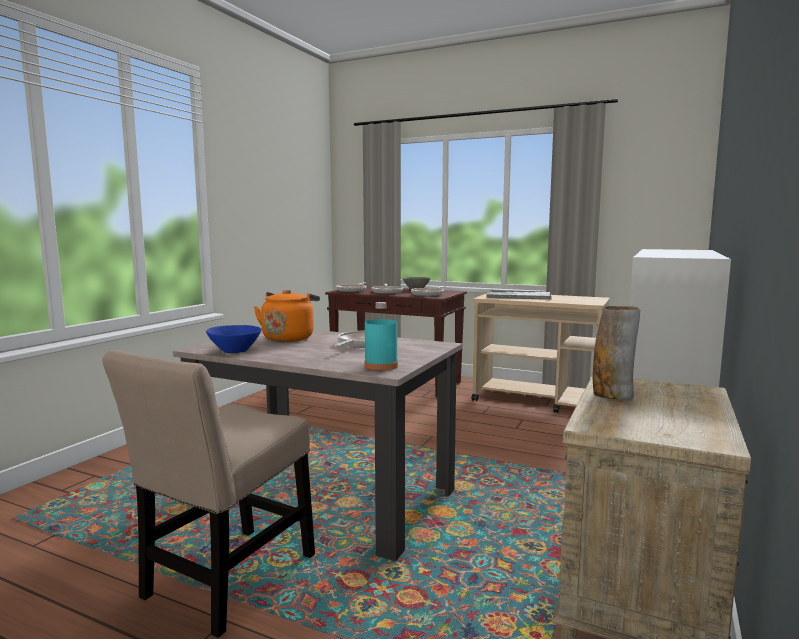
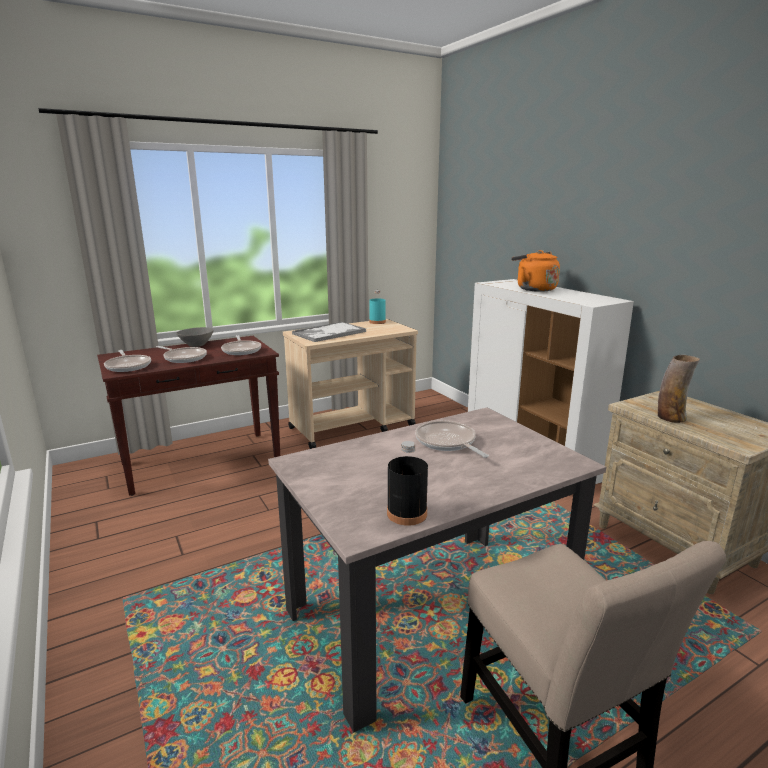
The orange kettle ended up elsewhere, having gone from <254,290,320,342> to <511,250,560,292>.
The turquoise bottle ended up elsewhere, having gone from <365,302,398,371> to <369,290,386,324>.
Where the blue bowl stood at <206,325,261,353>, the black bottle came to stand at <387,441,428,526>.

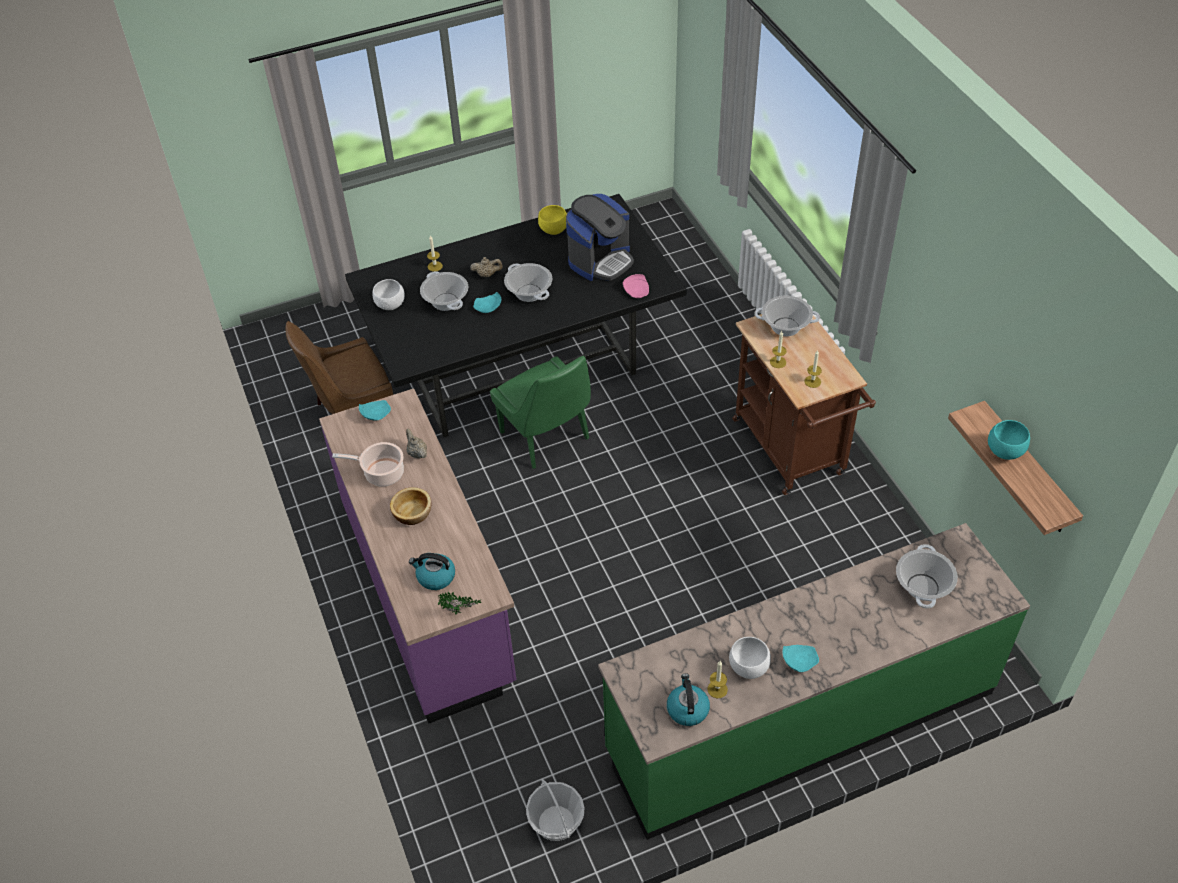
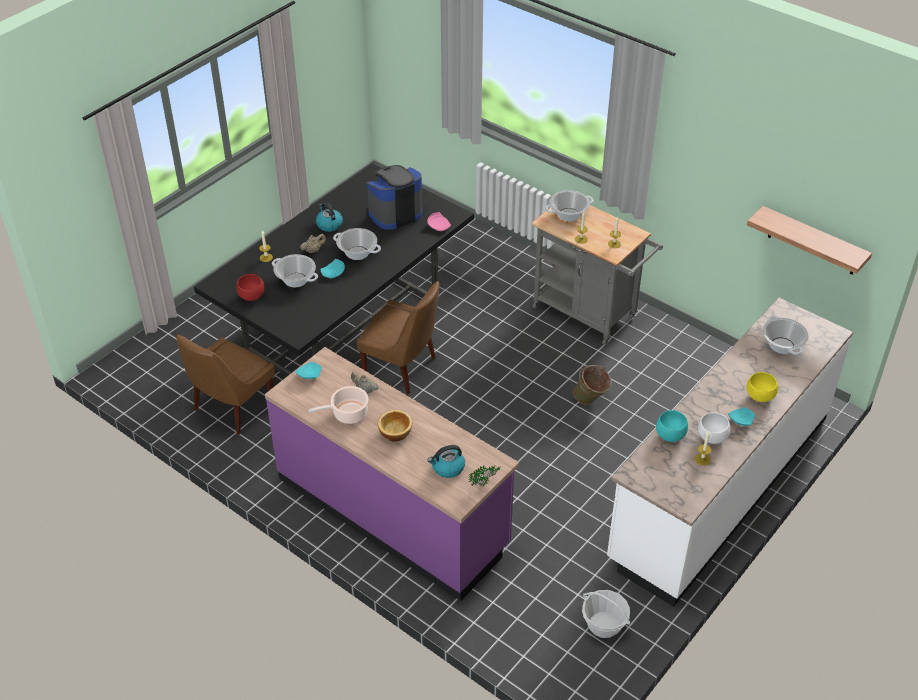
The coffee machine at <566,194,634,281> ended up facing another way, 135 degrees counterclockwise from before.
The yellow bowl ended up elsewhere, having gone from <538,205,567,235> to <746,372,778,402>.
What was the white bowl at <372,279,405,310> turned into the red bowl at <236,274,265,301>.
What was the brown cart at <733,314,876,495> turned into the grey cart at <532,205,663,345>.
What was the green chair at <490,356,591,469> turned into the brown chair at <357,281,440,394>.
The turquoise bowl ended up elsewhere, having gone from <988,420,1030,460> to <656,410,688,442>.
What was the green counter at <598,523,1030,840> turned into the white counter at <607,298,853,607>.
The kettle ended up elsewhere, having gone from <667,673,710,726> to <316,203,343,232>.
The second view gained the green bucket at <574,365,612,405>.

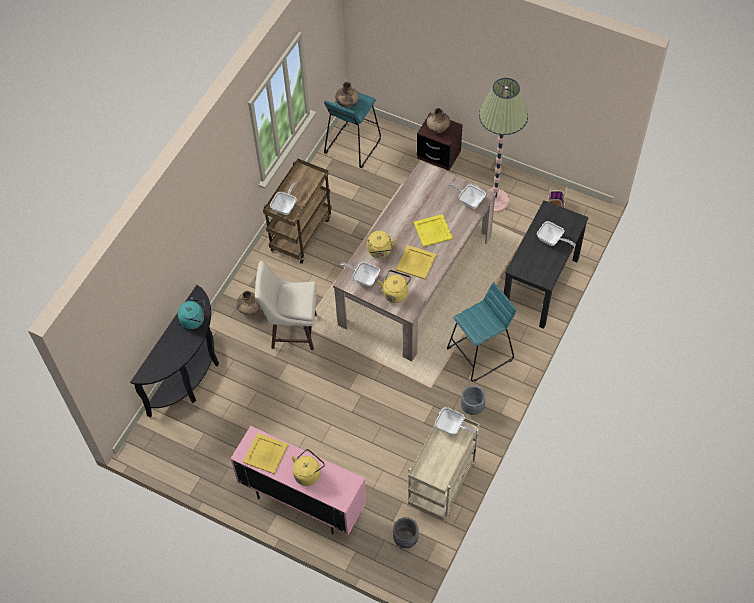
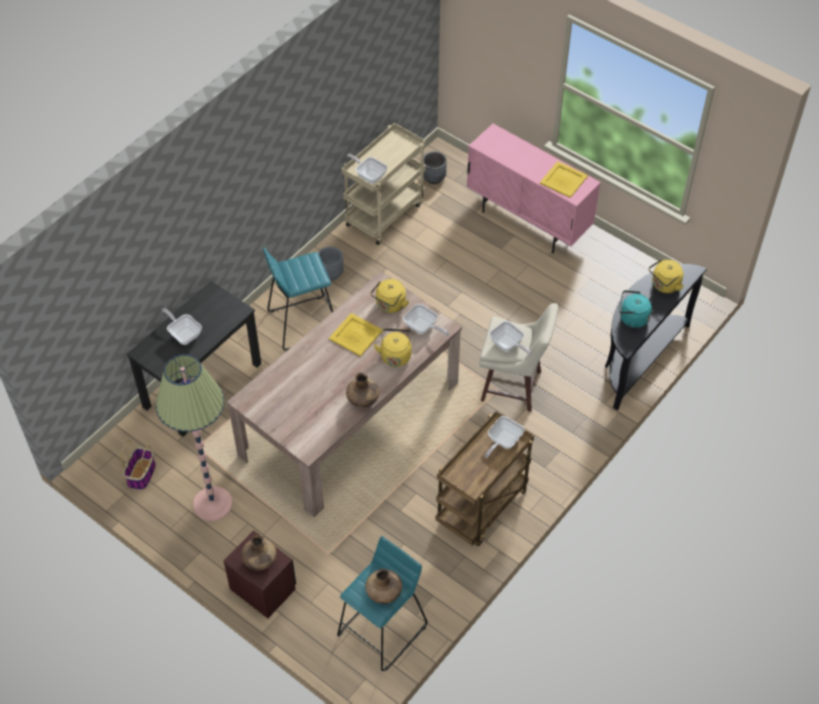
The frying pan ended up elsewhere, having gone from <449,182,486,209> to <489,321,531,356>.
The second view lost the yellow tray at <414,214,453,247>.
The brown vase ended up elsewhere, having gone from <236,291,260,315> to <346,372,379,408>.
The yellow kettle ended up elsewhere, having gone from <292,449,325,486> to <649,259,684,293>.

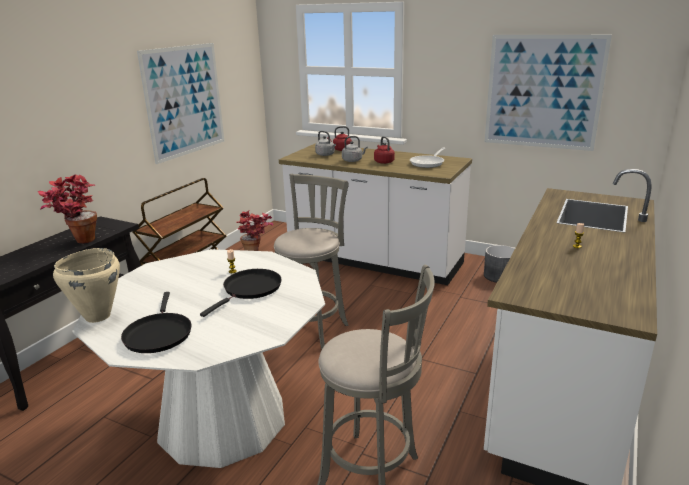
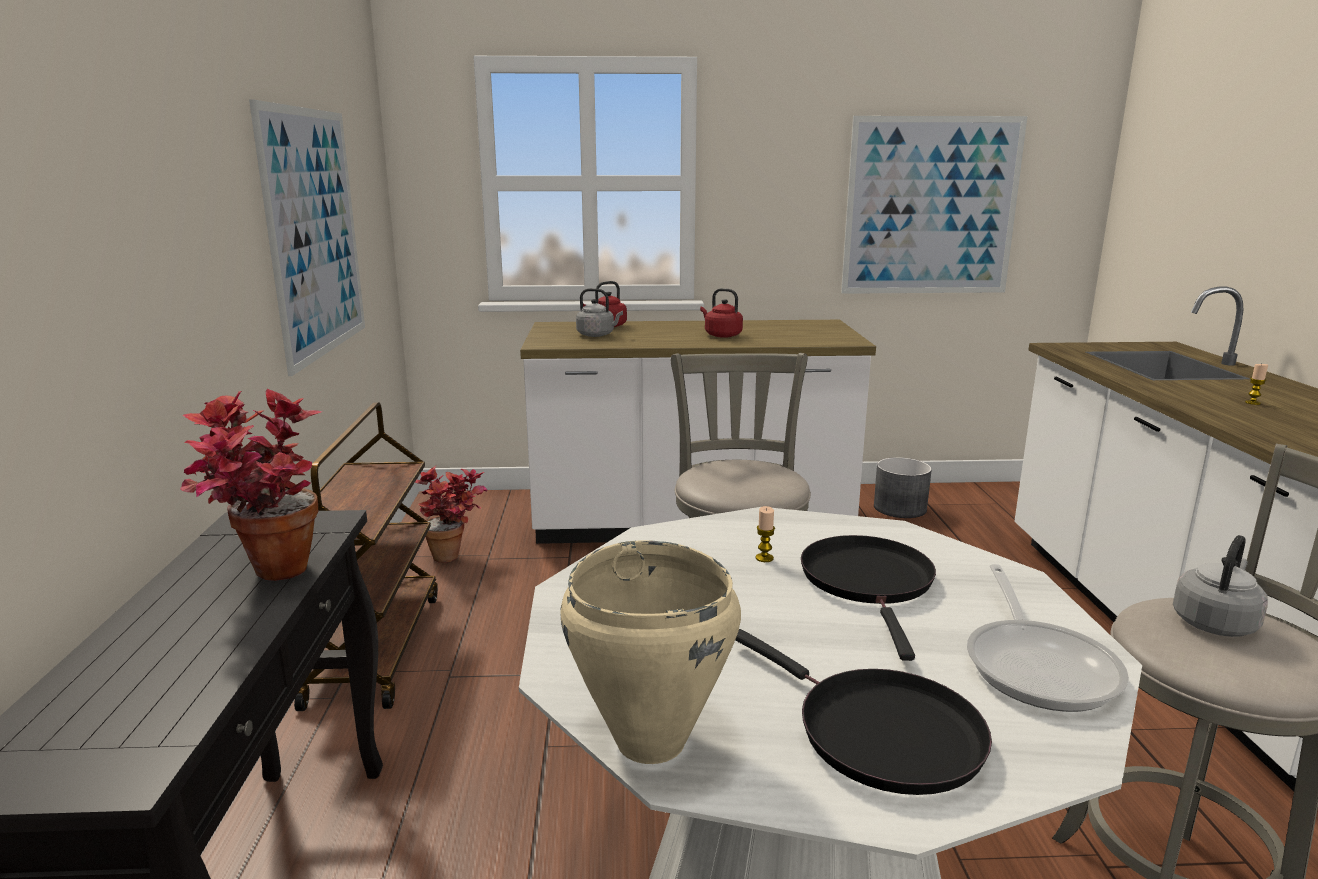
The grey kettle ended up elsewhere, having gone from <342,136,368,162> to <1173,535,1268,637>.
The frying pan ended up elsewhere, having gone from <410,147,445,168> to <967,564,1129,712>.

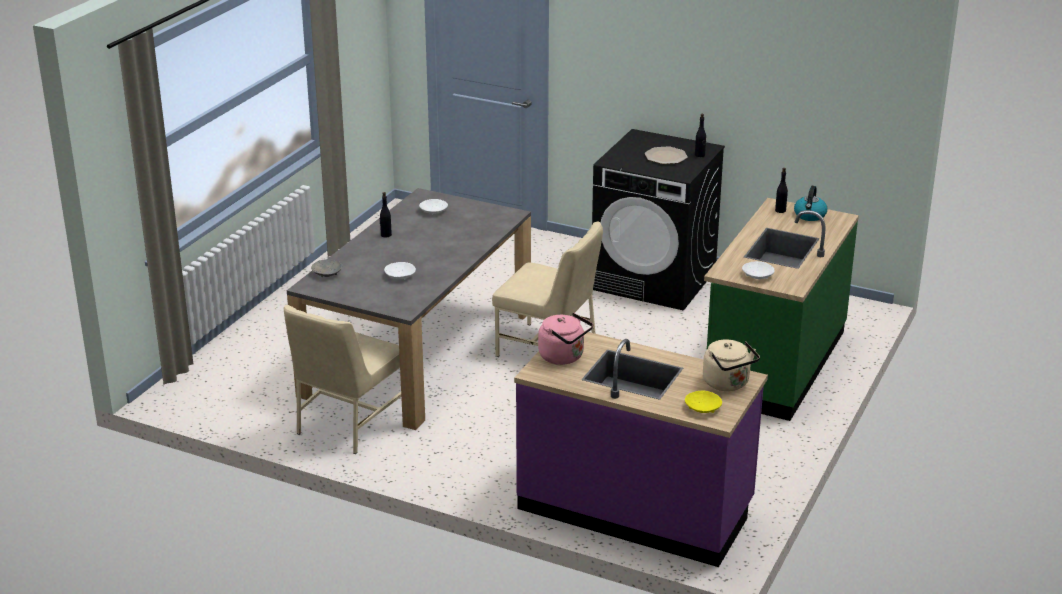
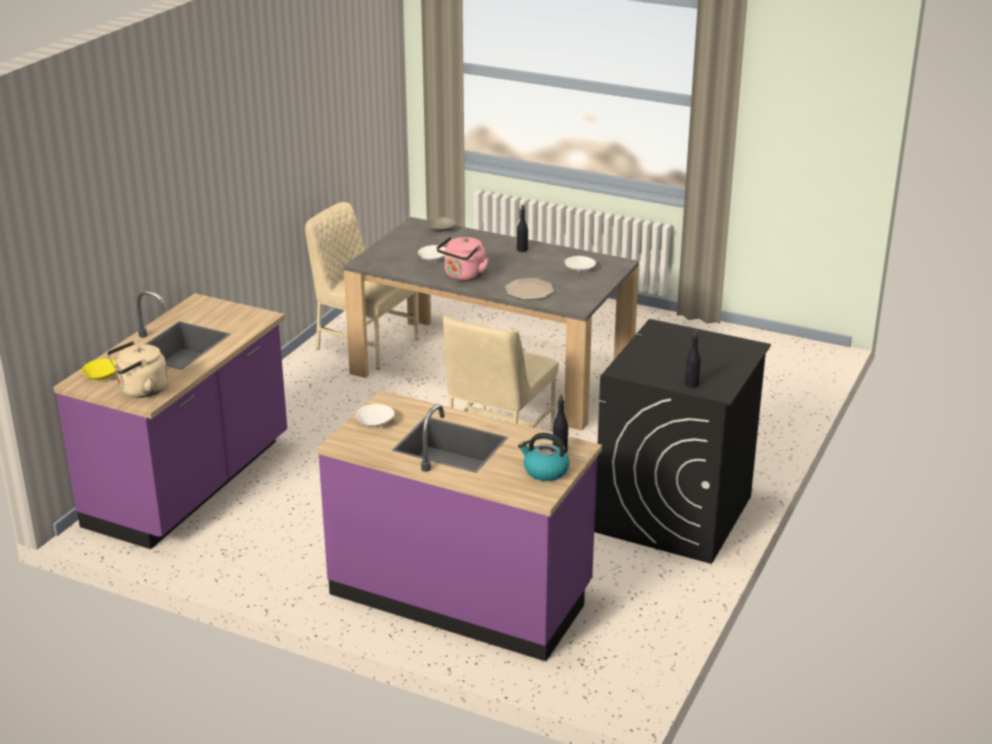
The plate ended up elsewhere, having gone from <644,146,688,164> to <505,278,554,300>.
What was the green counter at <704,198,859,421> turned into the purple counter at <316,390,602,661>.
The pink kettle ended up elsewhere, having gone from <538,313,593,365> to <437,236,489,281>.

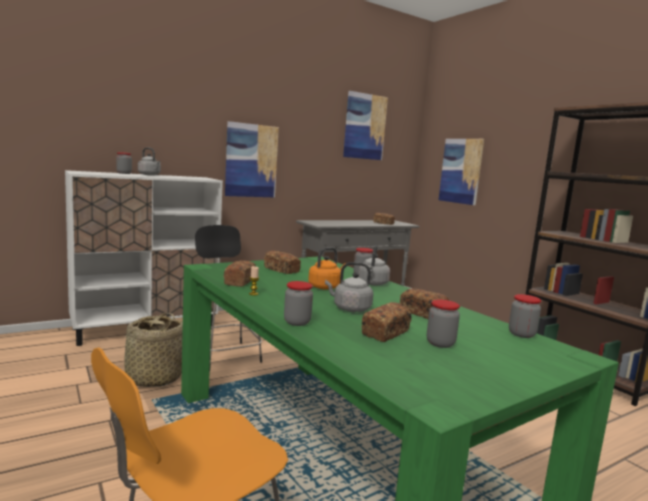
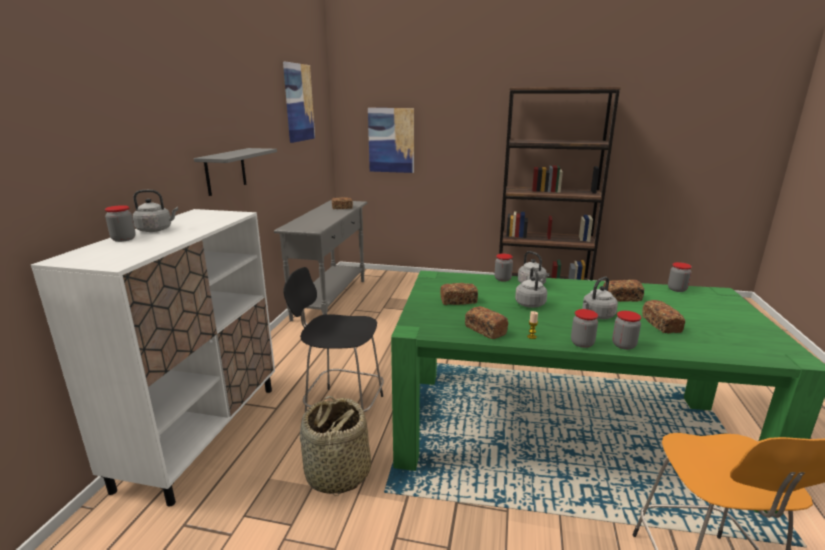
Where the picture hung at <225,121,279,197>, the grey shelf came to hang at <194,148,277,196>.
What was the orange kettle at <308,247,346,290> turned into the grey kettle at <515,267,547,308>.
The jar ended up elsewhere, having gone from <427,299,460,348> to <571,309,598,348>.

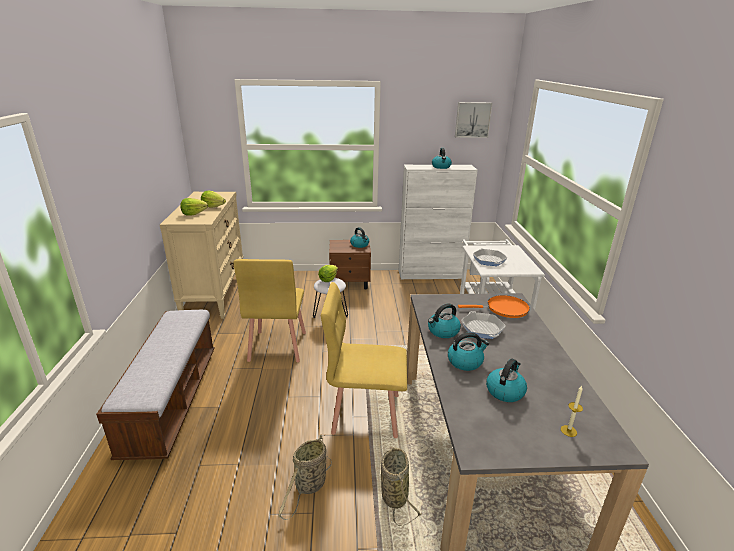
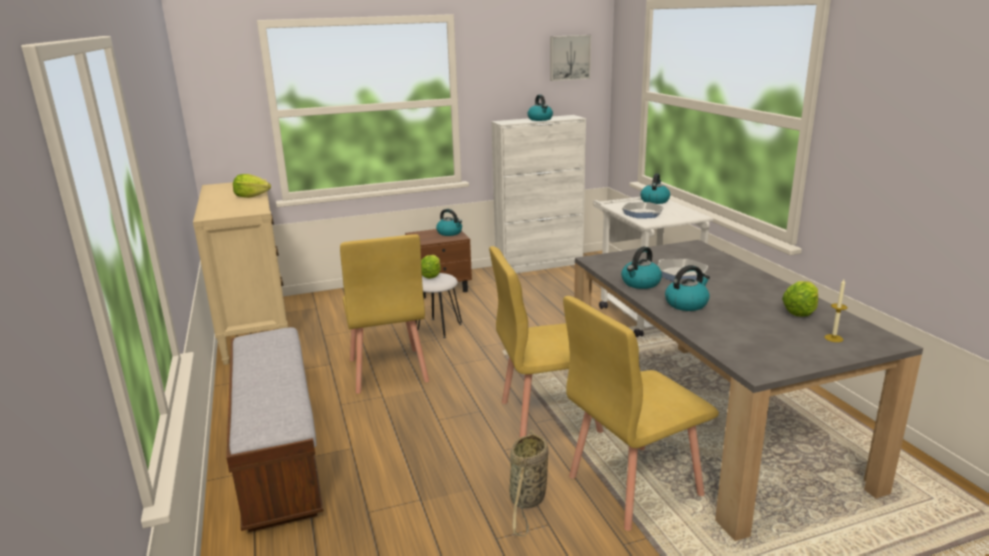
The lettuce ended up elsewhere, having gone from <180,198,208,216> to <782,281,818,317>.
The second view lost the orange frying pan at <458,295,530,318>.
The kettle ended up elsewhere, having gone from <486,358,527,402> to <640,173,670,204>.
Where the basket stood at <381,447,422,526>, the yellow chair came to stand at <563,296,719,531>.

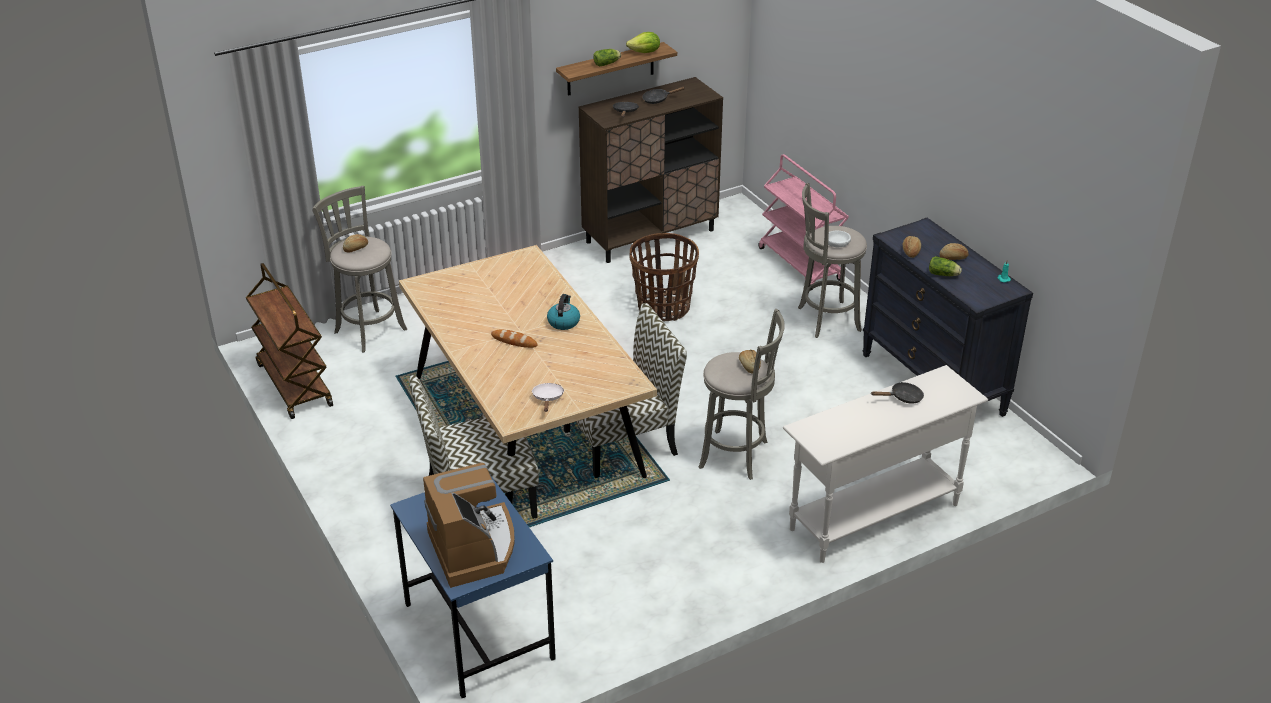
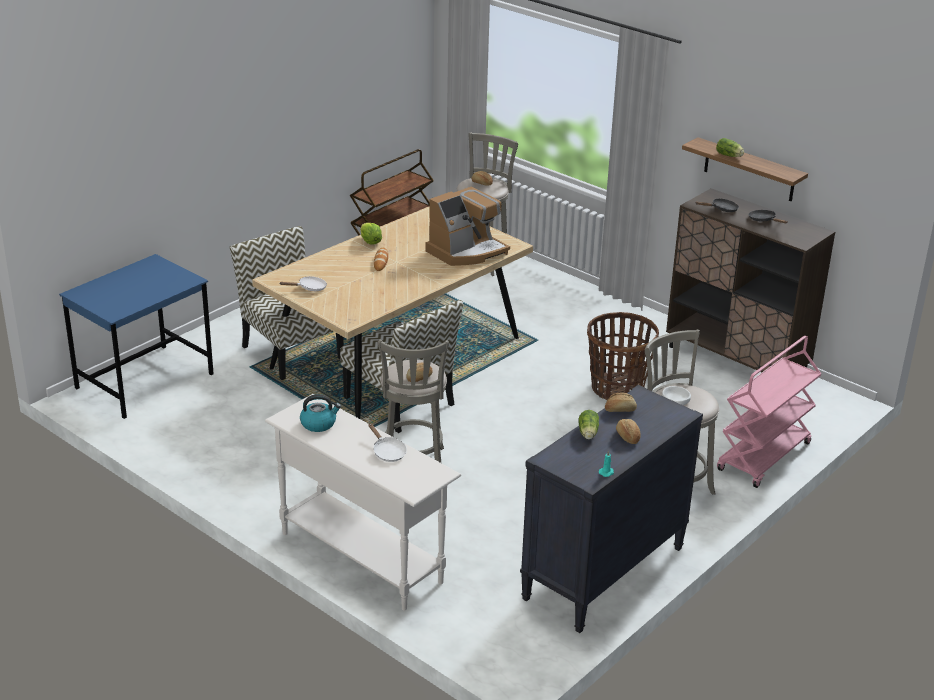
The lettuce ended up elsewhere, having gone from <626,32,660,53> to <360,223,382,245>.
The kettle ended up elsewhere, having gone from <547,294,580,330> to <300,394,341,432>.
What was the black frying pan at <871,382,924,404> turned into the white frying pan at <368,423,407,462>.
The coffee machine ended up elsewhere, having gone from <423,463,515,588> to <426,187,510,266>.

